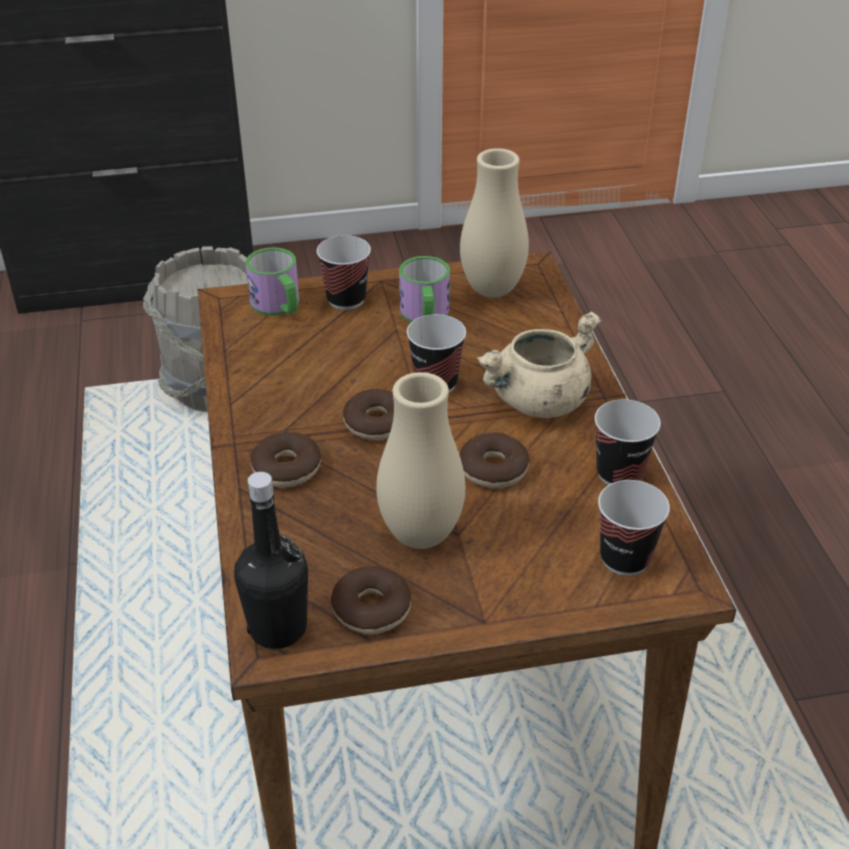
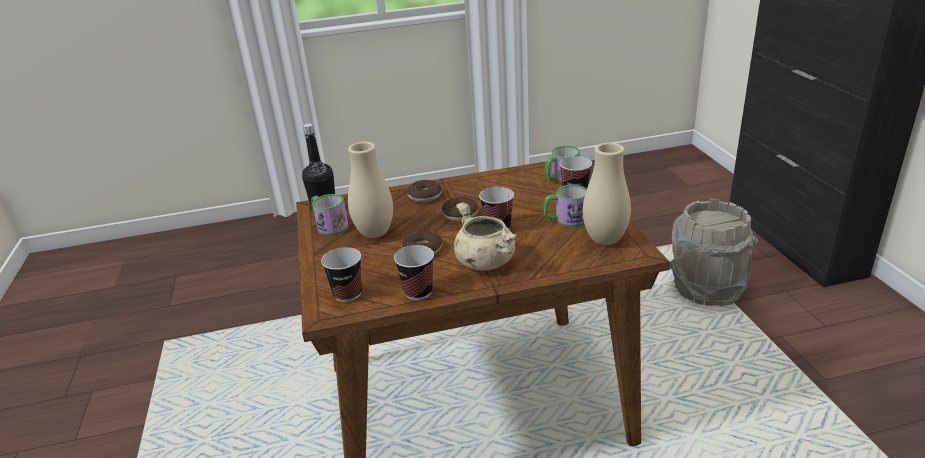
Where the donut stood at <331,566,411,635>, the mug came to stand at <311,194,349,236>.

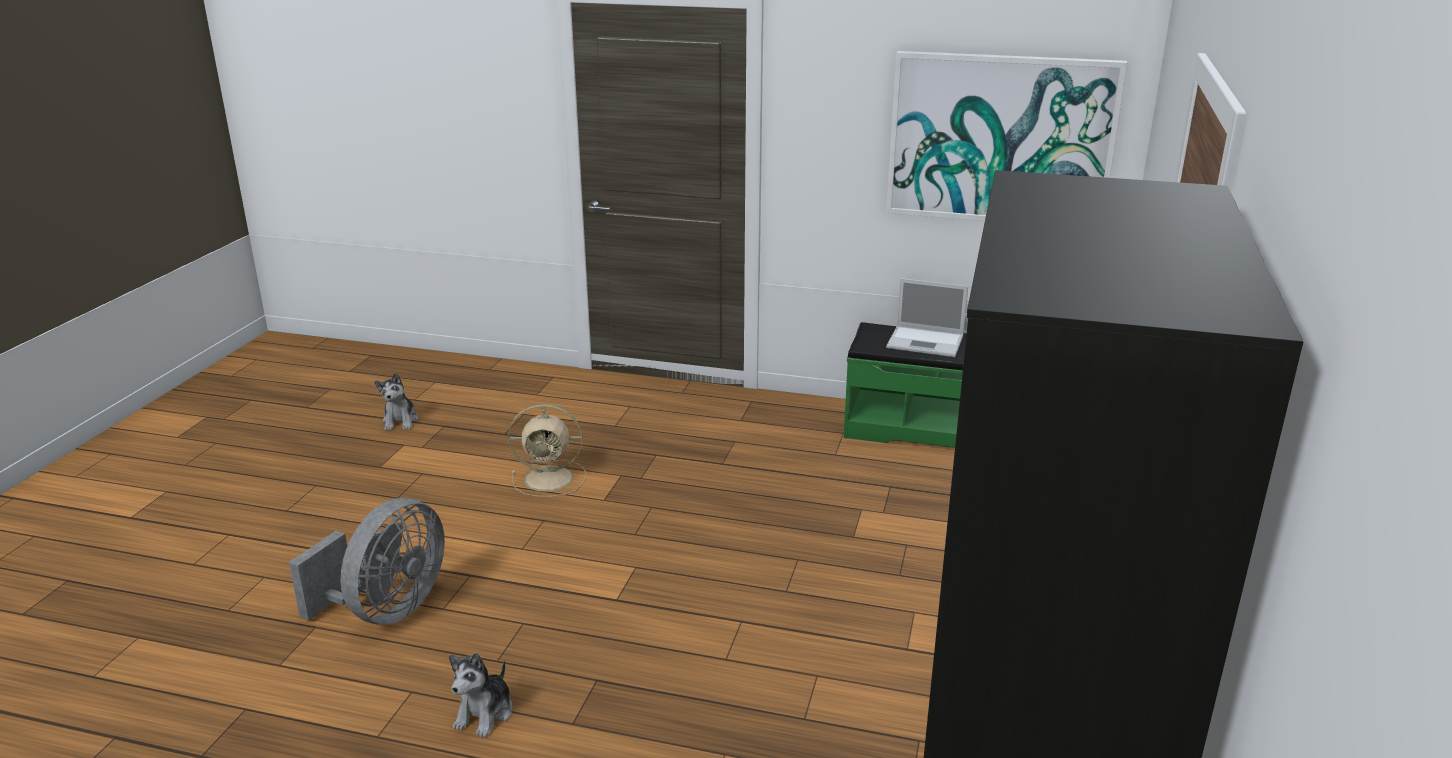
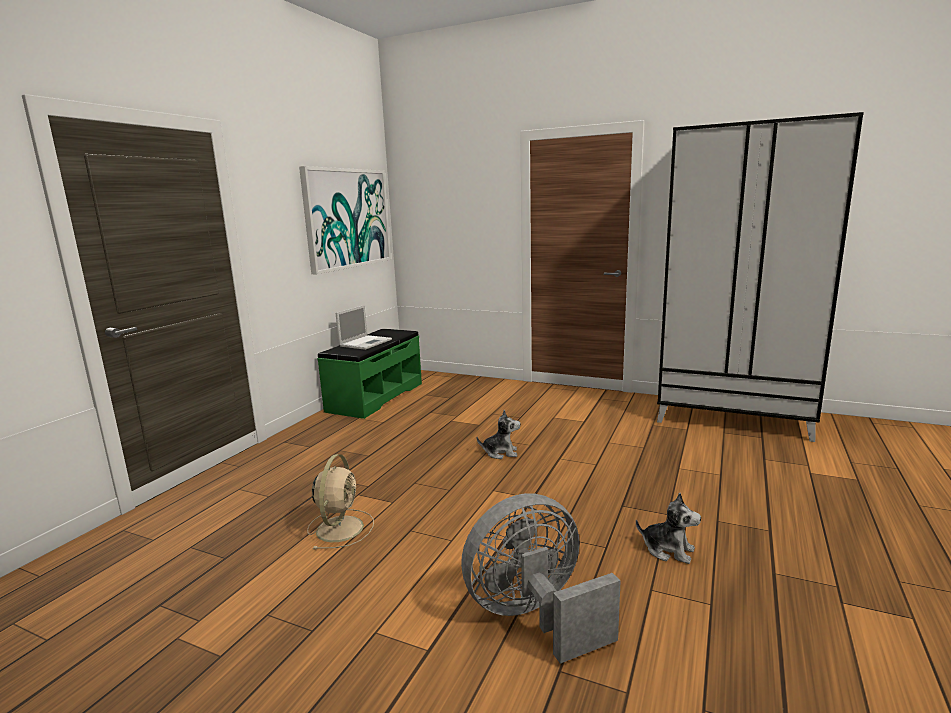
The plush toy ended up elsewhere, having gone from <375,373,419,431> to <477,409,521,459>.
The grey fan at <289,498,445,625> ended up facing another way, 60 degrees counterclockwise from before.

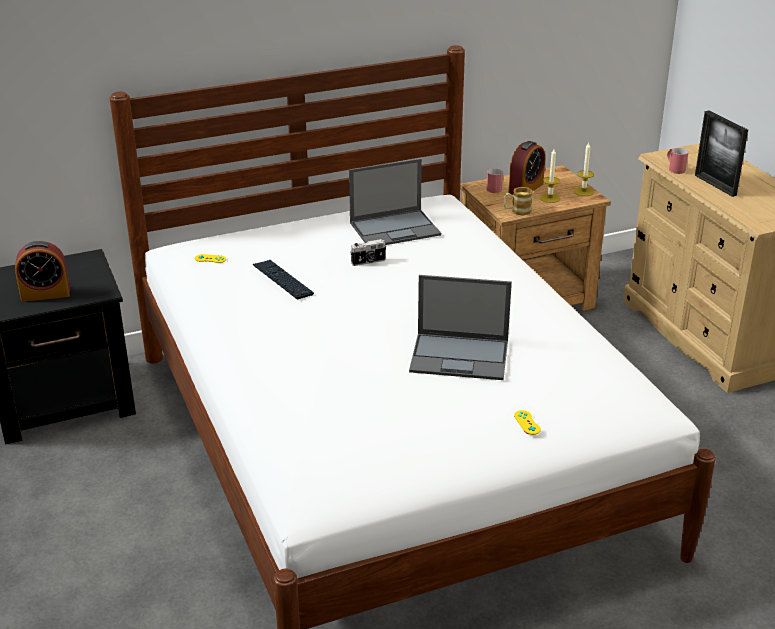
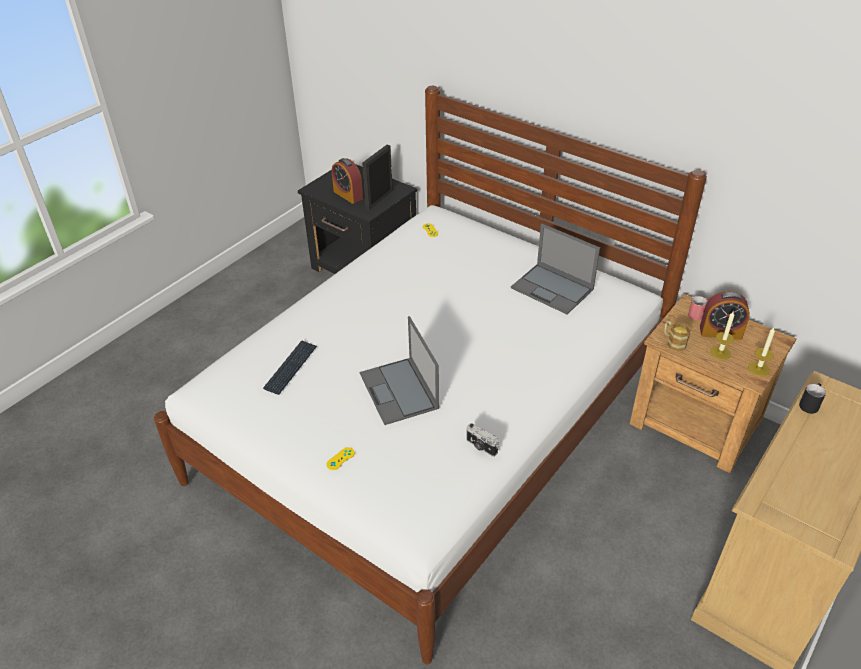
The picture frame ended up elsewhere, having gone from <695,110,748,197> to <362,145,393,210>.
What was the red mug at <667,148,689,174> turned into the black mug at <799,383,826,414>.
The photo camera ended up elsewhere, having gone from <350,239,387,266> to <467,423,498,457>.
The keyboard ended up elsewhere, having gone from <253,260,314,299> to <263,340,317,395>.

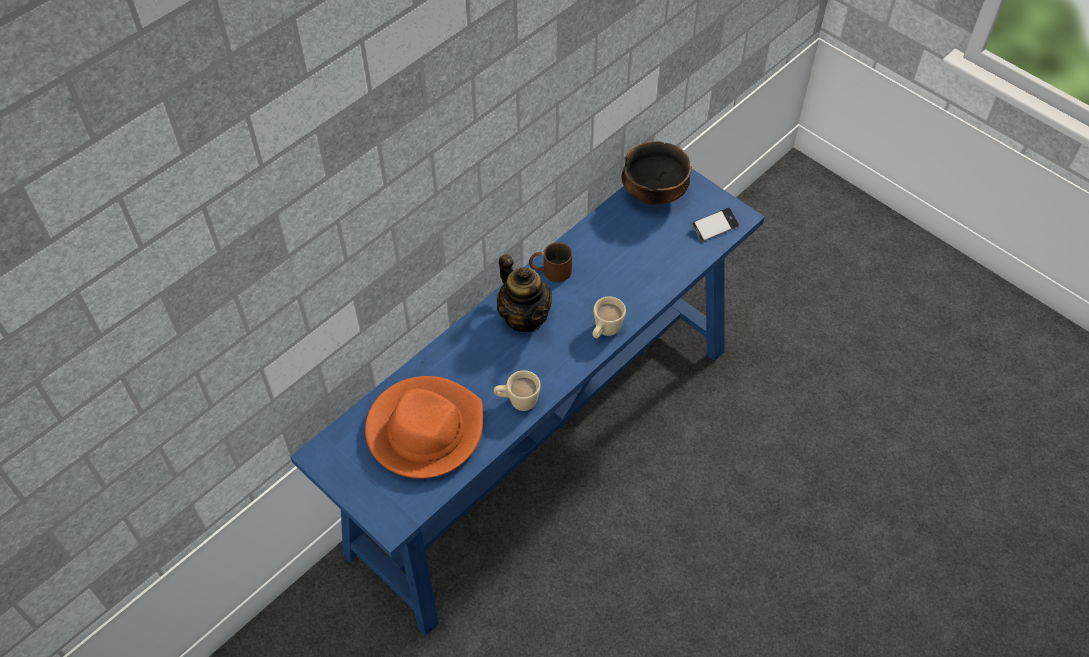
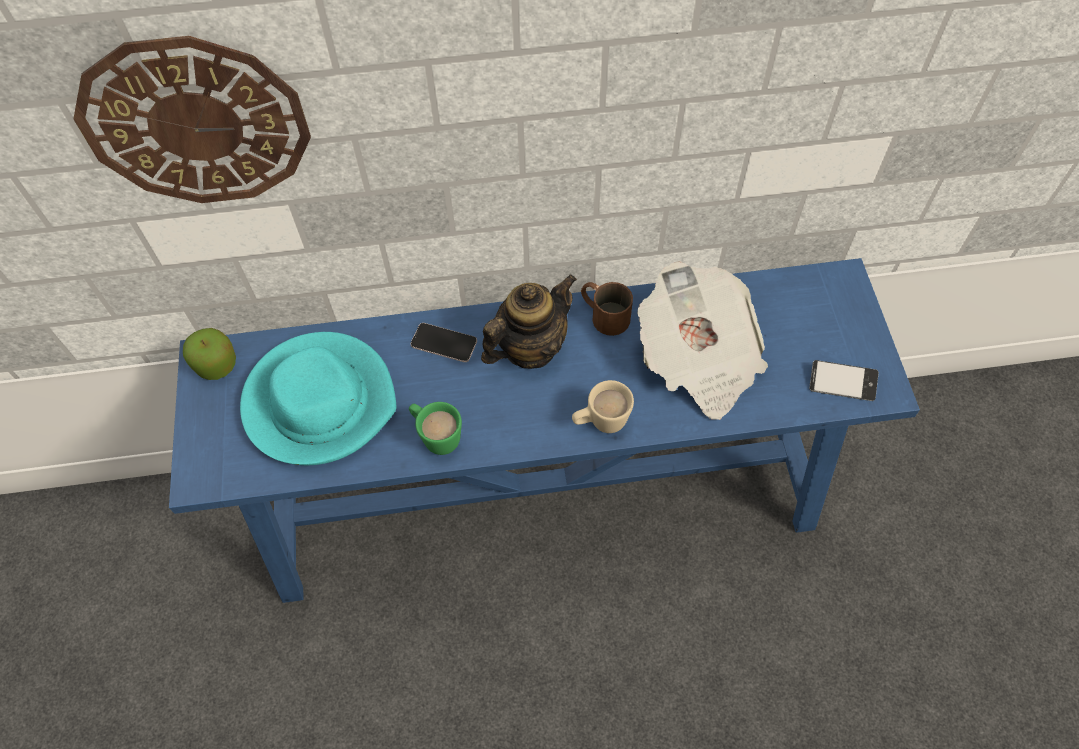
The second view lost the bowl at <622,141,692,205>.
The teapot at <497,254,552,332> ended up facing another way, 135 degrees counterclockwise from before.
What was the beige mug at <494,370,541,411> turned into the green mug at <409,402,462,455>.
What was the orange hat at <365,376,483,479> turned into the turquoise hat at <240,332,396,465>.
The second view gained the wall clock at <74,36,311,203>.
The second view gained the newspaper at <637,261,768,420>.
The second view gained the phone at <411,323,477,362>.
The second view gained the apple at <183,328,236,380>.

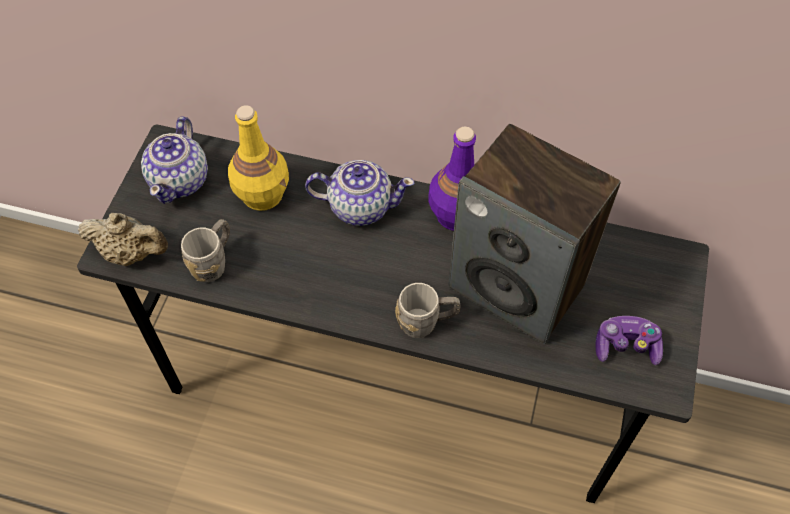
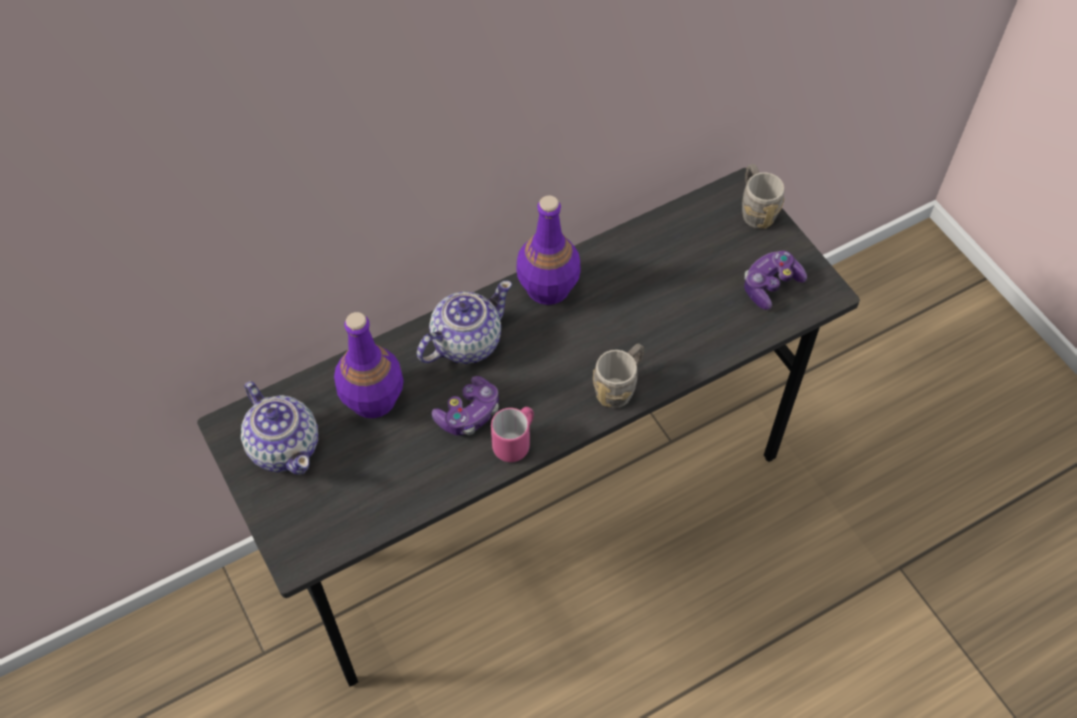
What was the yellow bottle at <228,105,289,211> turned into the purple bottle at <334,312,404,418>.
The second view lost the speaker at <449,124,621,344>.
The second view lost the beige teapot at <77,213,168,266>.
The grey mug ended up elsewhere, having gone from <181,219,230,282> to <742,164,785,229>.
The second view gained the game controller at <431,376,499,436>.
The second view gained the pink mug at <491,407,534,462>.

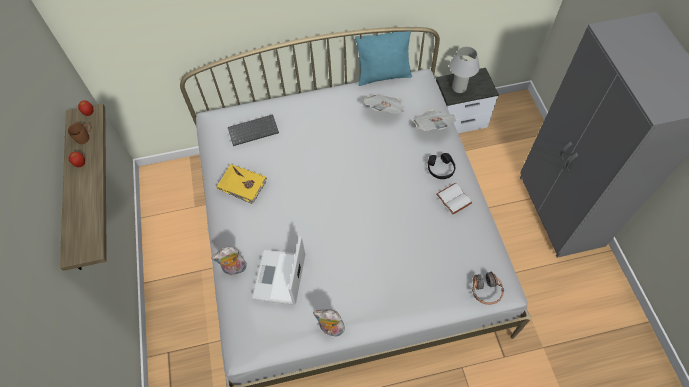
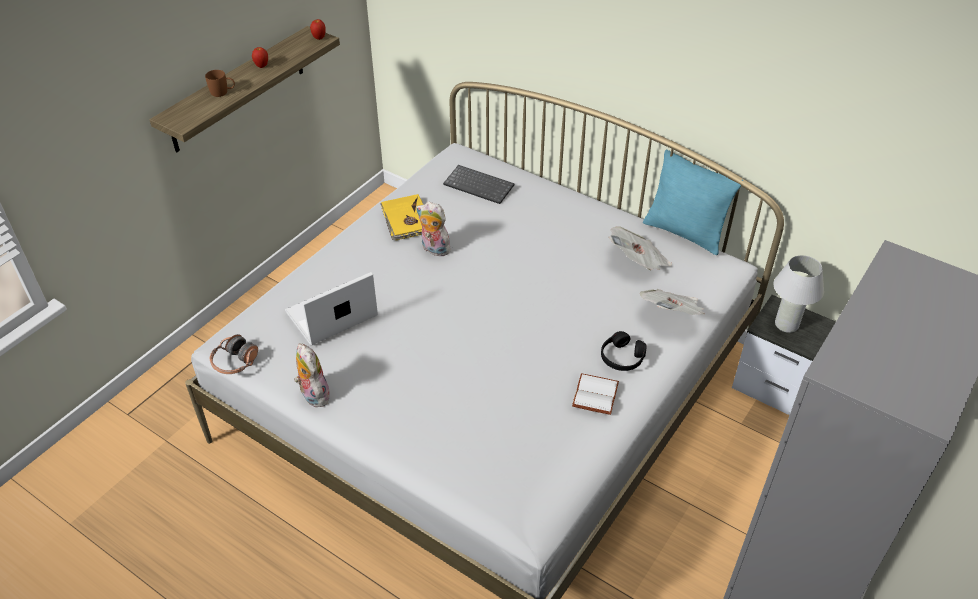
The brown mug ended up elsewhere, having gone from <68,123,92,144> to <205,70,235,97>.
The plush toy ended up elsewhere, having gone from <211,246,247,275> to <416,202,451,256>.
The headphones ended up elsewhere, having gone from <472,272,504,305> to <210,334,258,374>.

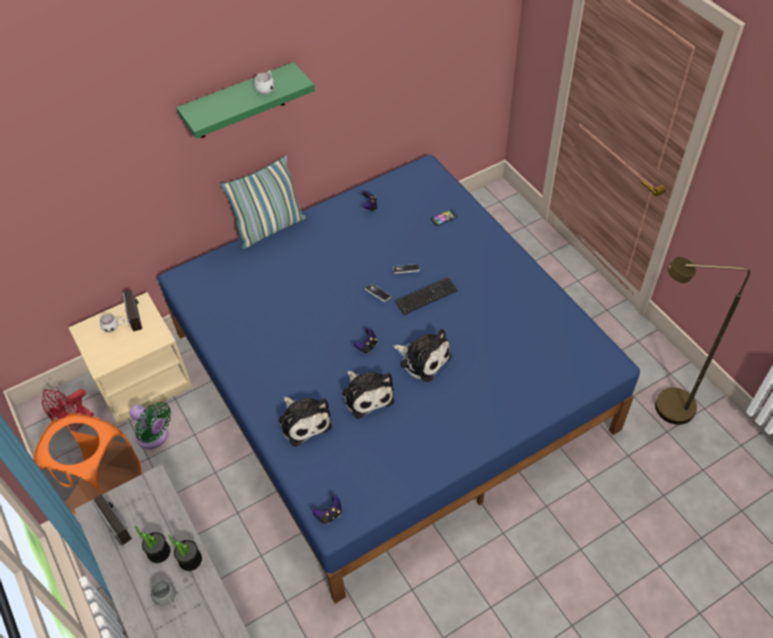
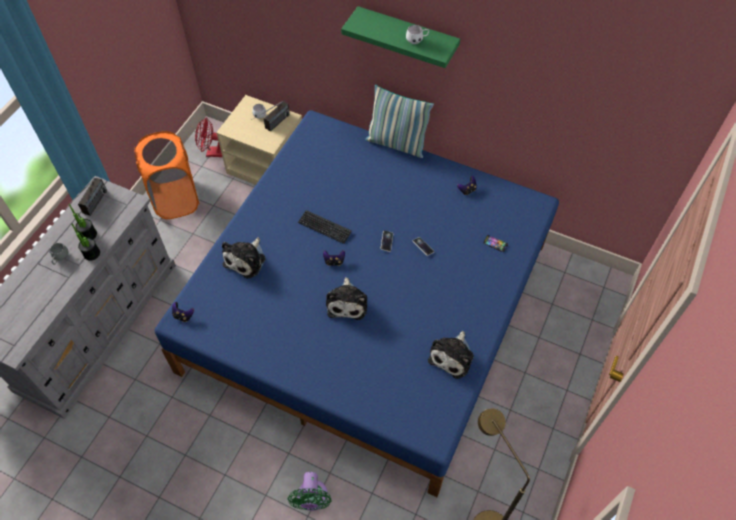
The keyboard ended up elsewhere, having gone from <395,277,458,315> to <298,210,352,244>.
The plush toy ended up elsewhere, having gone from <342,371,394,419> to <428,331,474,379>.
The green fan ended up elsewhere, having gone from <129,402,172,449> to <288,472,332,511>.

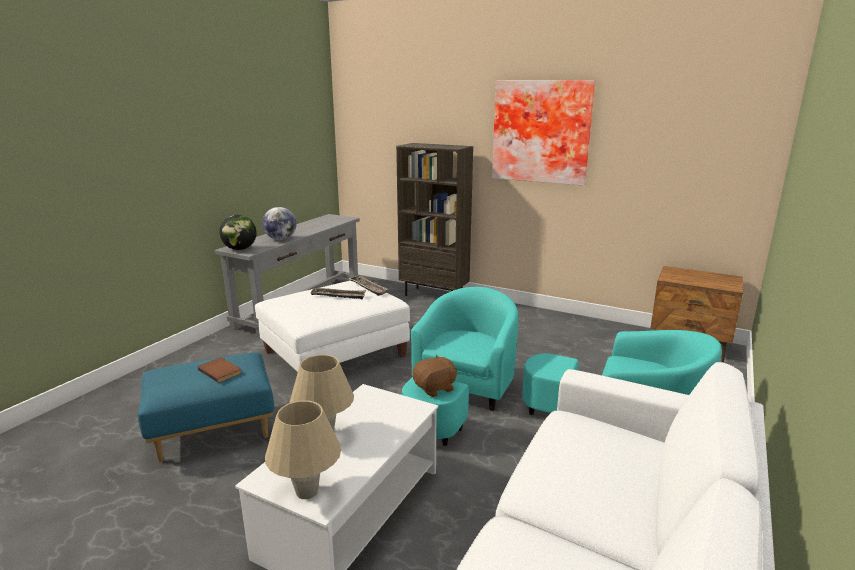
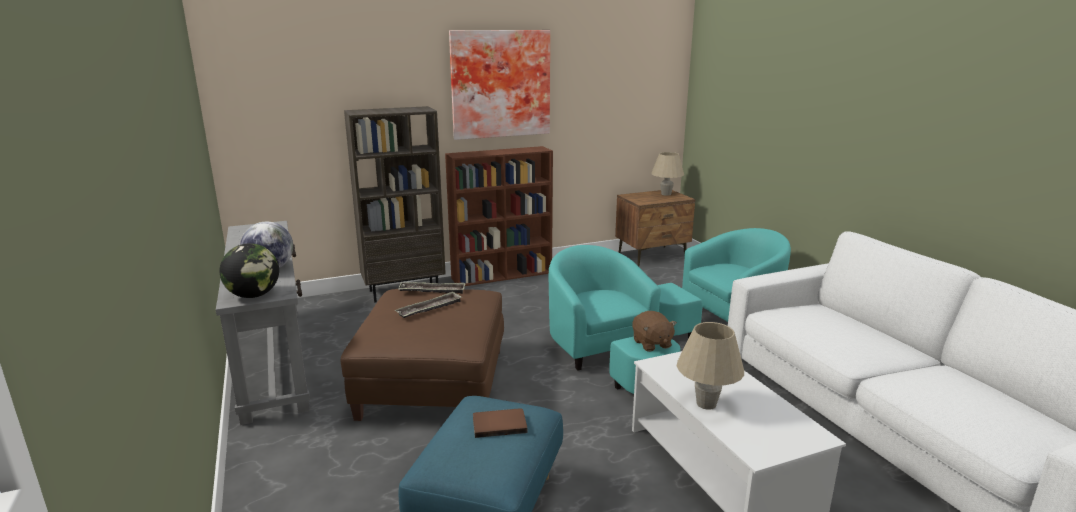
What was the white ottoman at <255,281,410,372> turned into the brown ottoman at <341,289,504,421>.
The brown plush toy at <413,355,457,397> ended up facing another way, 150 degrees clockwise from before.
The beige table lamp ended up elsewhere, having gone from <265,400,341,499> to <651,152,684,196>.
The second view gained the brown bookcase at <445,146,553,286>.

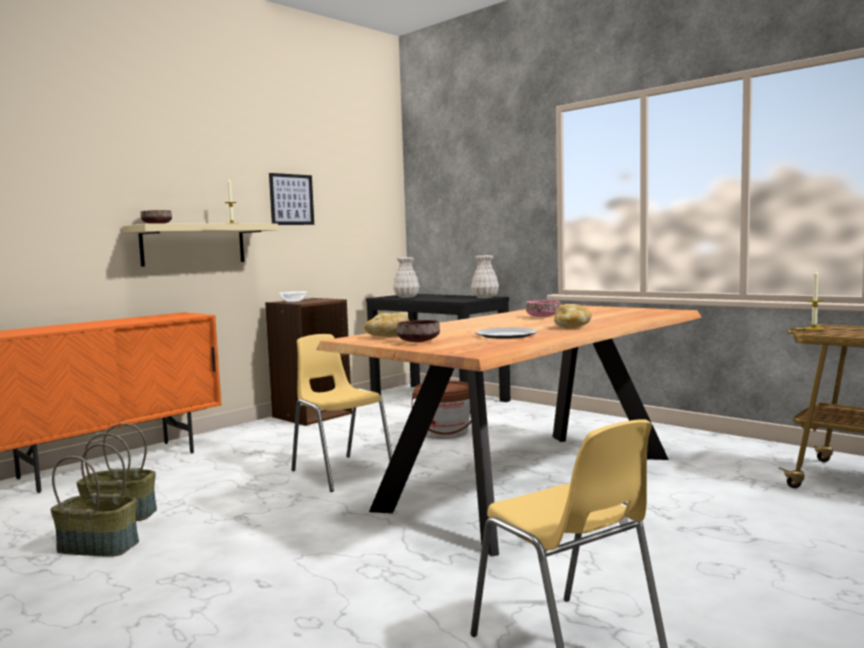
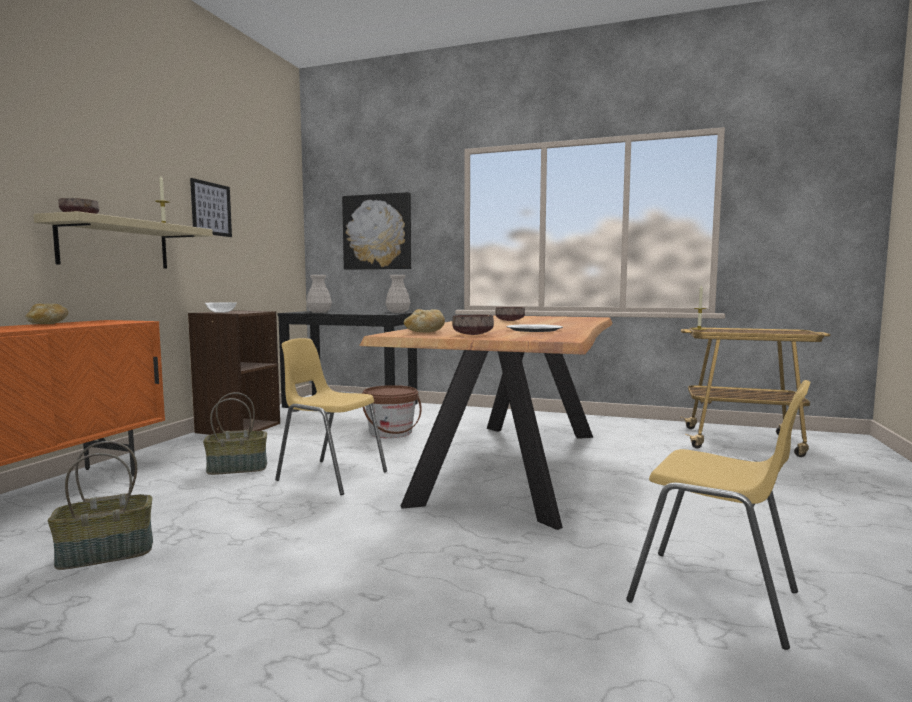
What was the pink bowl at <526,300,560,317> turned into the brown bowl at <496,307,525,321>.
The bread ended up elsewhere, having gone from <554,304,592,327> to <25,304,68,324>.
The basket ended up elsewhere, having gone from <50,443,139,557> to <203,392,267,475>.
The second view gained the picture at <342,192,411,270>.

